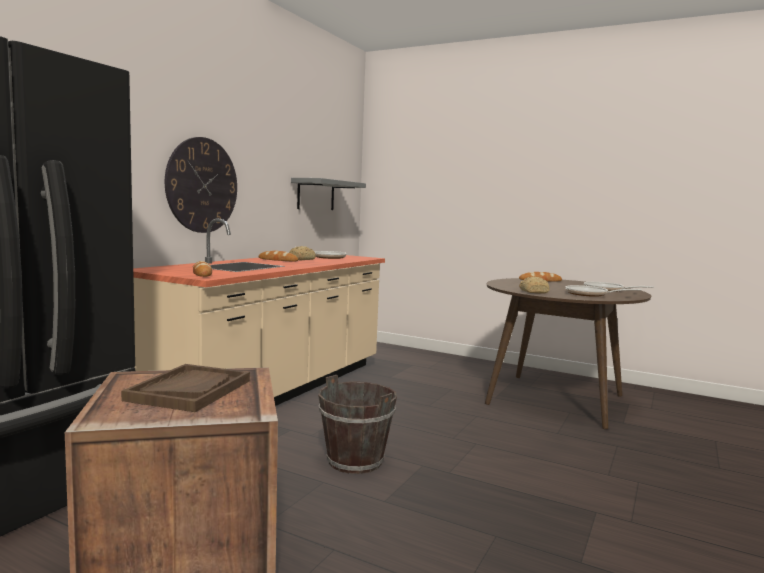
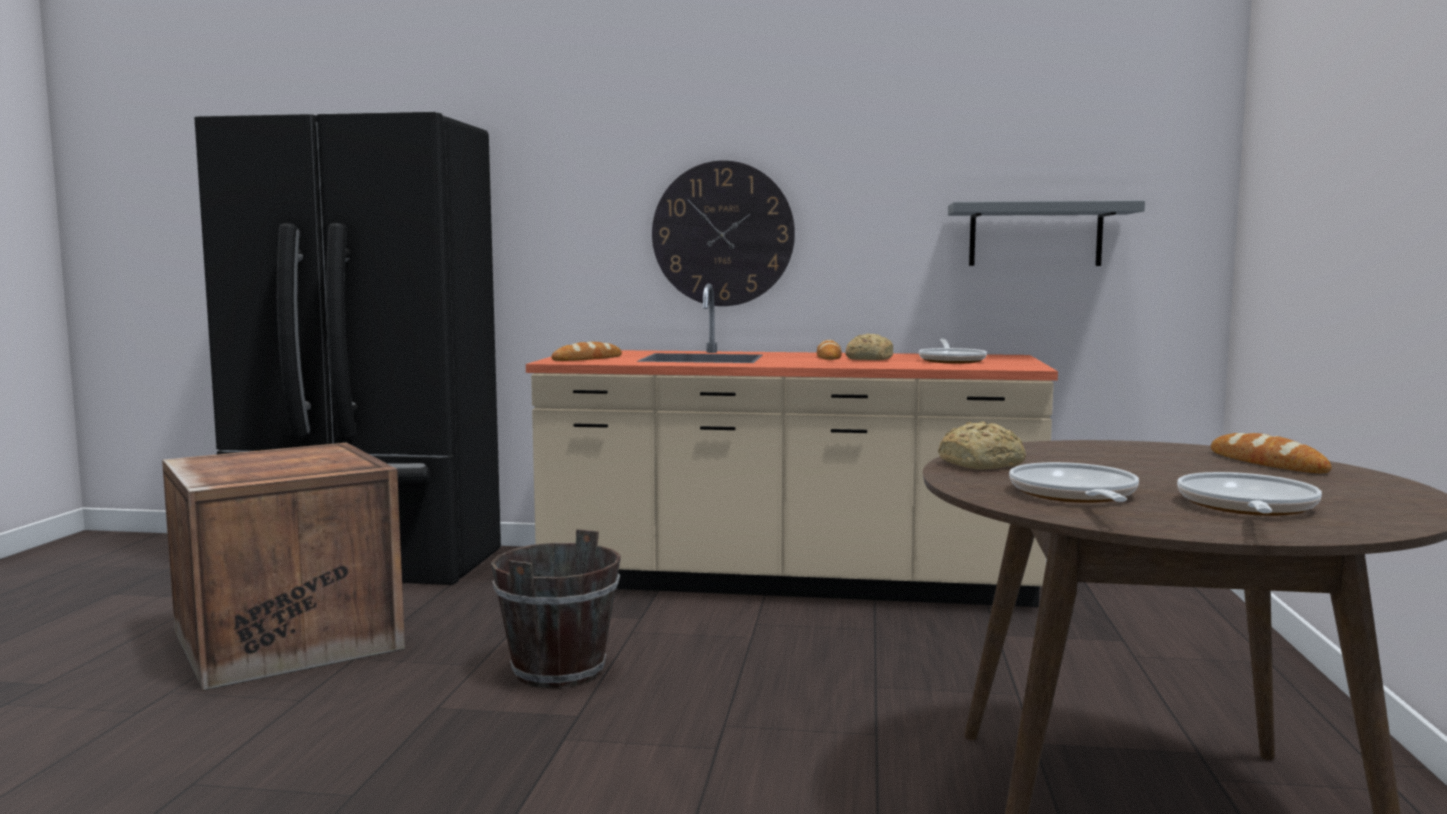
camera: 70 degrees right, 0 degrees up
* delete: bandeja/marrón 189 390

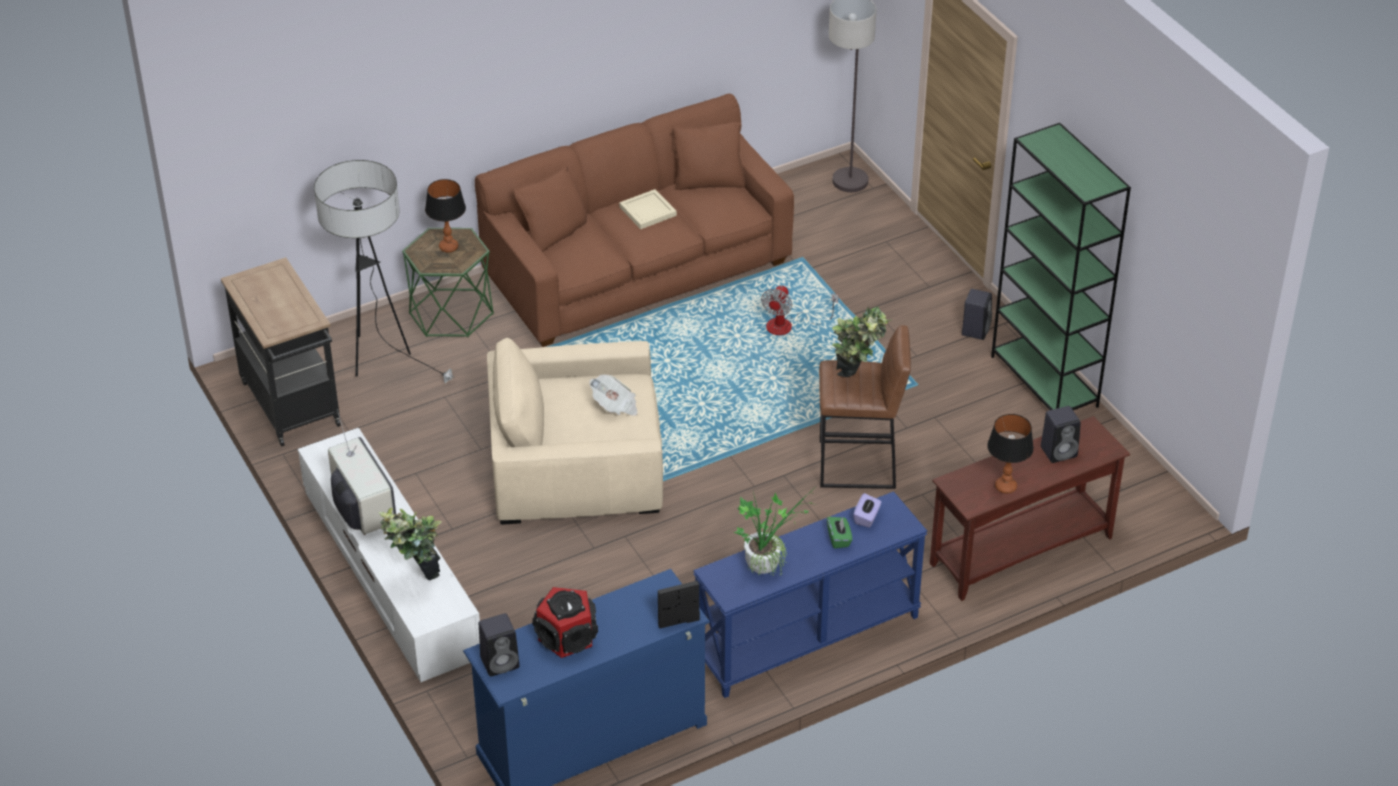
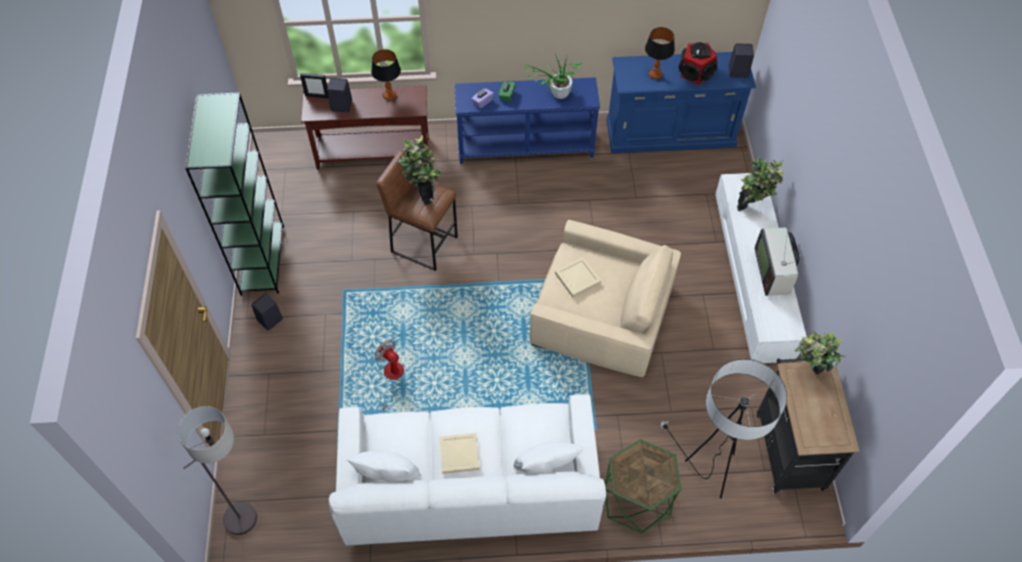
camera: 155 degrees left, 15 degrees up
* move: lámpara de mesa 448 247 to 655 75
* recolor: sofá/marrón 638 270 to sofá/blanco 469 485
* replace: periódico 615 406 to bandeja/beis 577 278
* move: portarretratos 678 622 to 317 95
* rotate: ventilador 788 325 = 392 378 90 degrees counterclockwise
* insert: planta en maceta 806 375

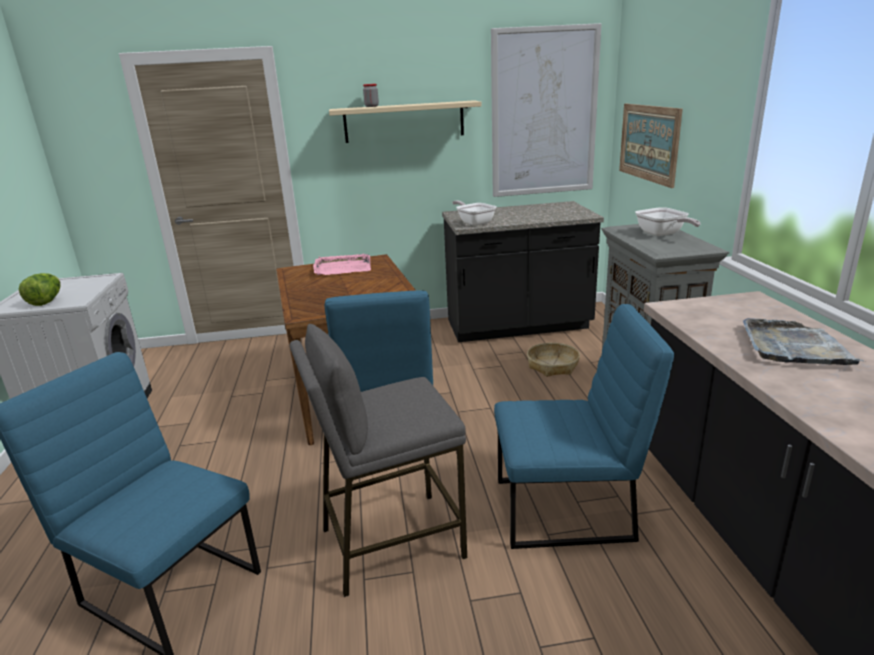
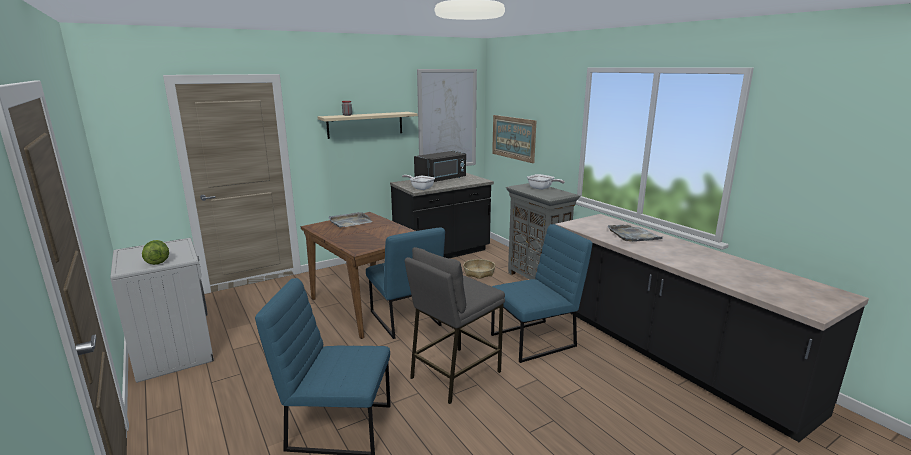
camera: 25 degrees left, 5 degrees down
* recolor: bandeja/rosa 342 268 to bandeja/gris 350 222
* insert: microondas/negro 442 179

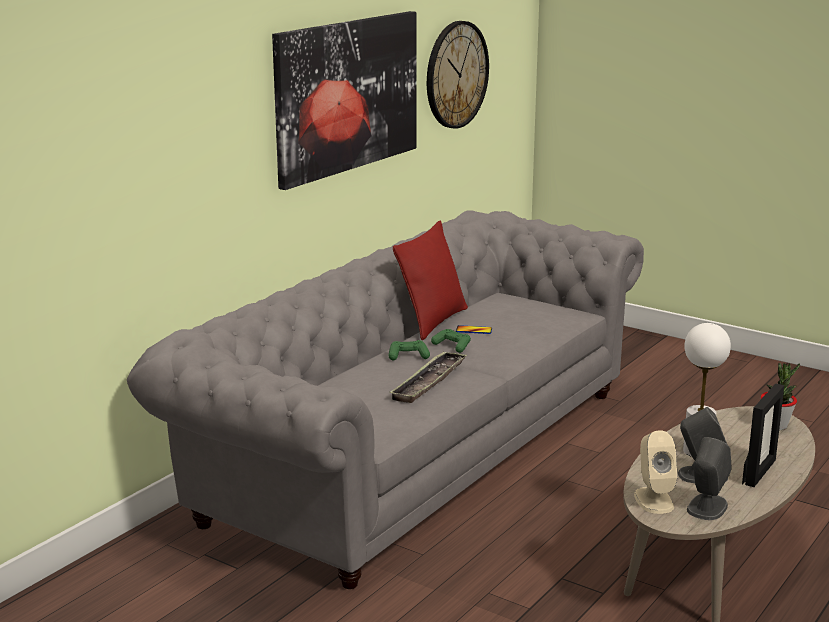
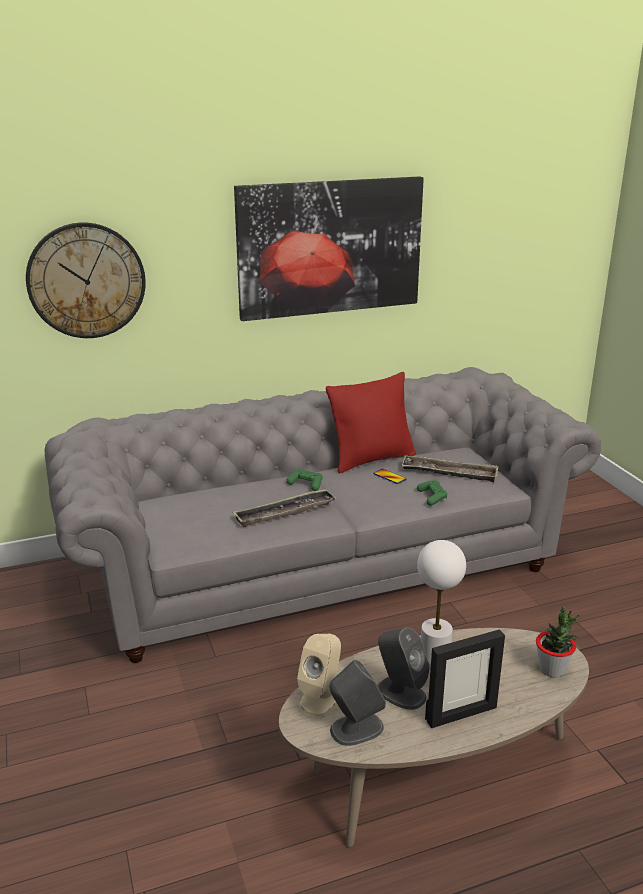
camera: 35 degrees right, 5 degrees up
* move: reloj de pared 456 74 to 86 281
* move: mando de consola/verde 452 346 to 432 497
* insert: bandeja 449 473

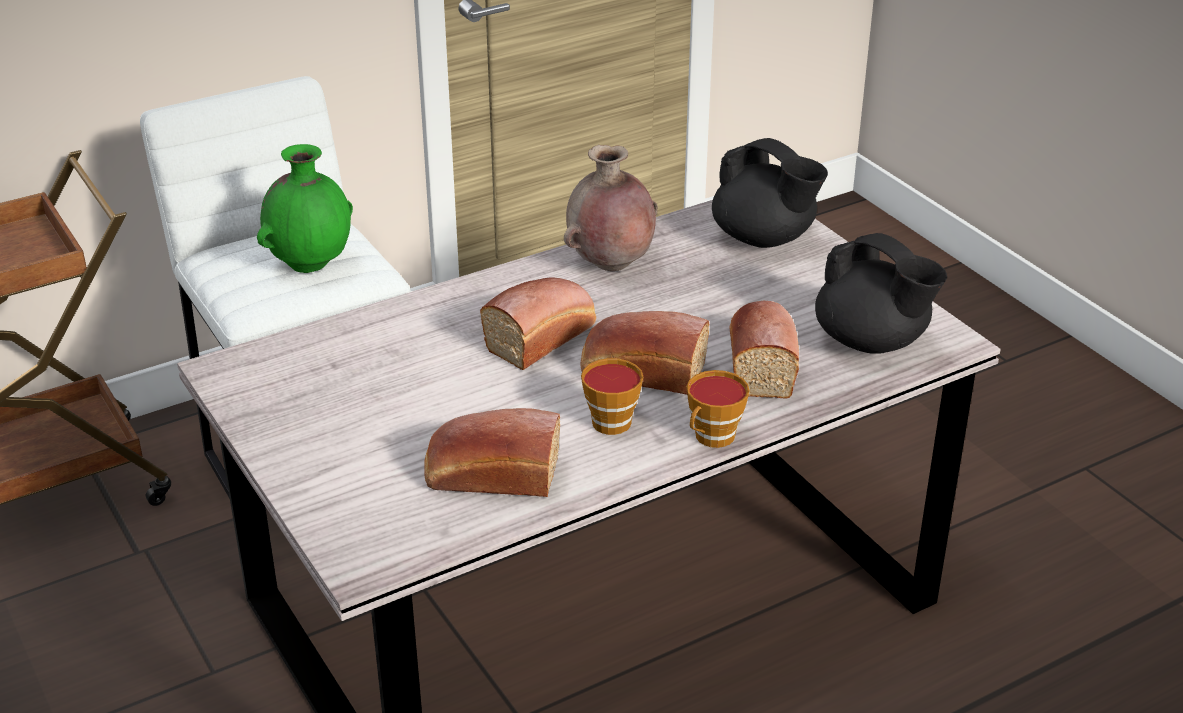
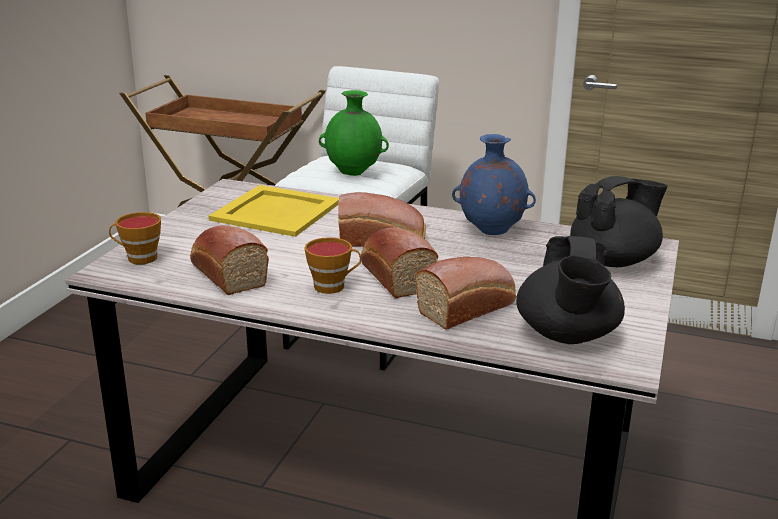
camera: 50 degrees right, 10 degrees down
* recolor: florero/marrón 610 264 to florero/azul 491 231
* move: taza 712 438 to 138 258
* rotate: tetera/negro 764 238 = 614 260 120 degrees counterclockwise
* insert: bandeja/amarillo 275 211

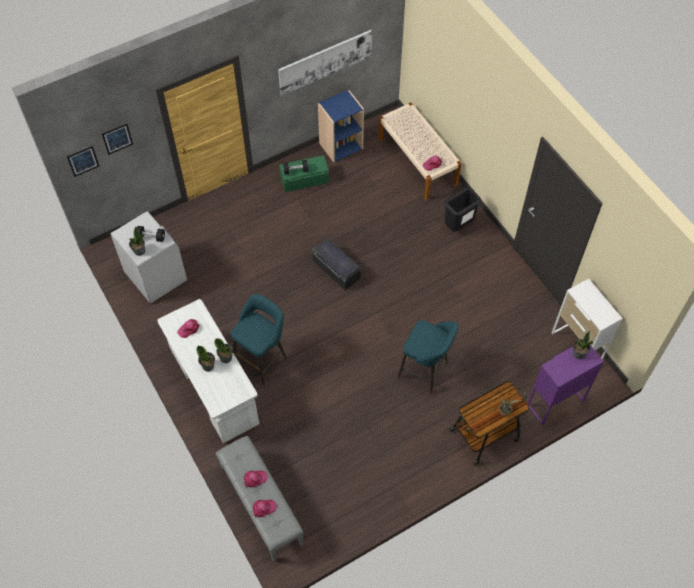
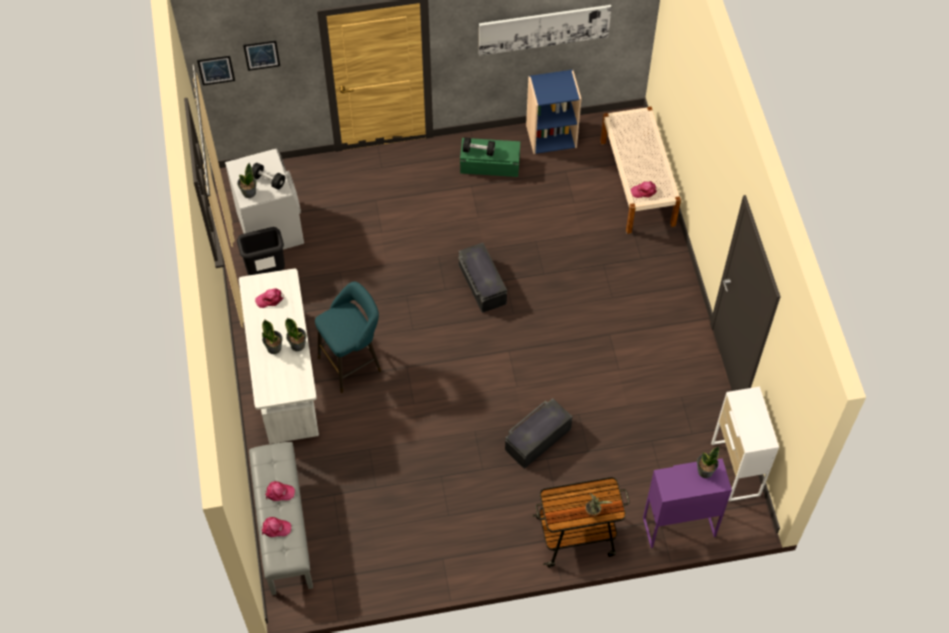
camera: 20 degrees right, 0 degrees up
* replace: taburete/turquesa 425 371 to caja de almacenaje/negro 537 439
* move: papelera/negro 458 226 to 266 272

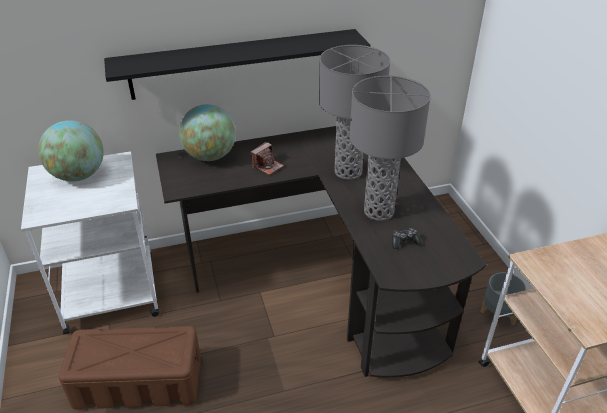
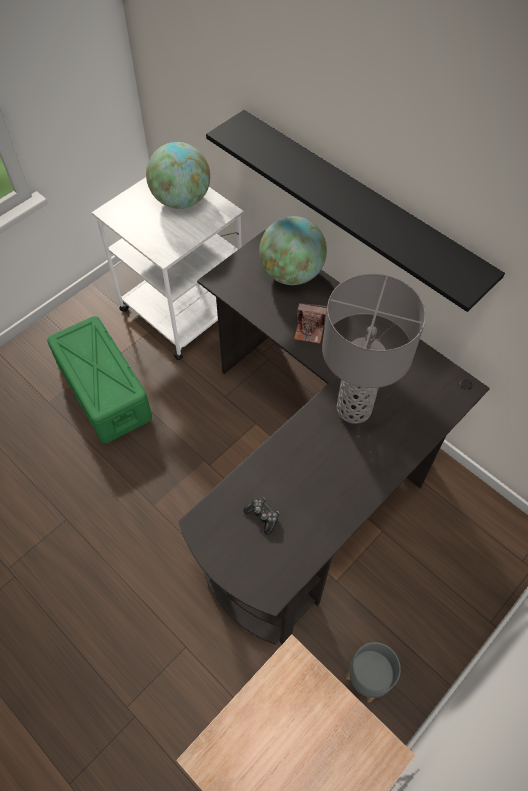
camera: 60 degrees right, 20 degrees up
* recolor: caja de almacenaje/marrón 137 382 to caja de almacenaje/verde 104 390
* delete: lámpara de mesa/gris 379 211

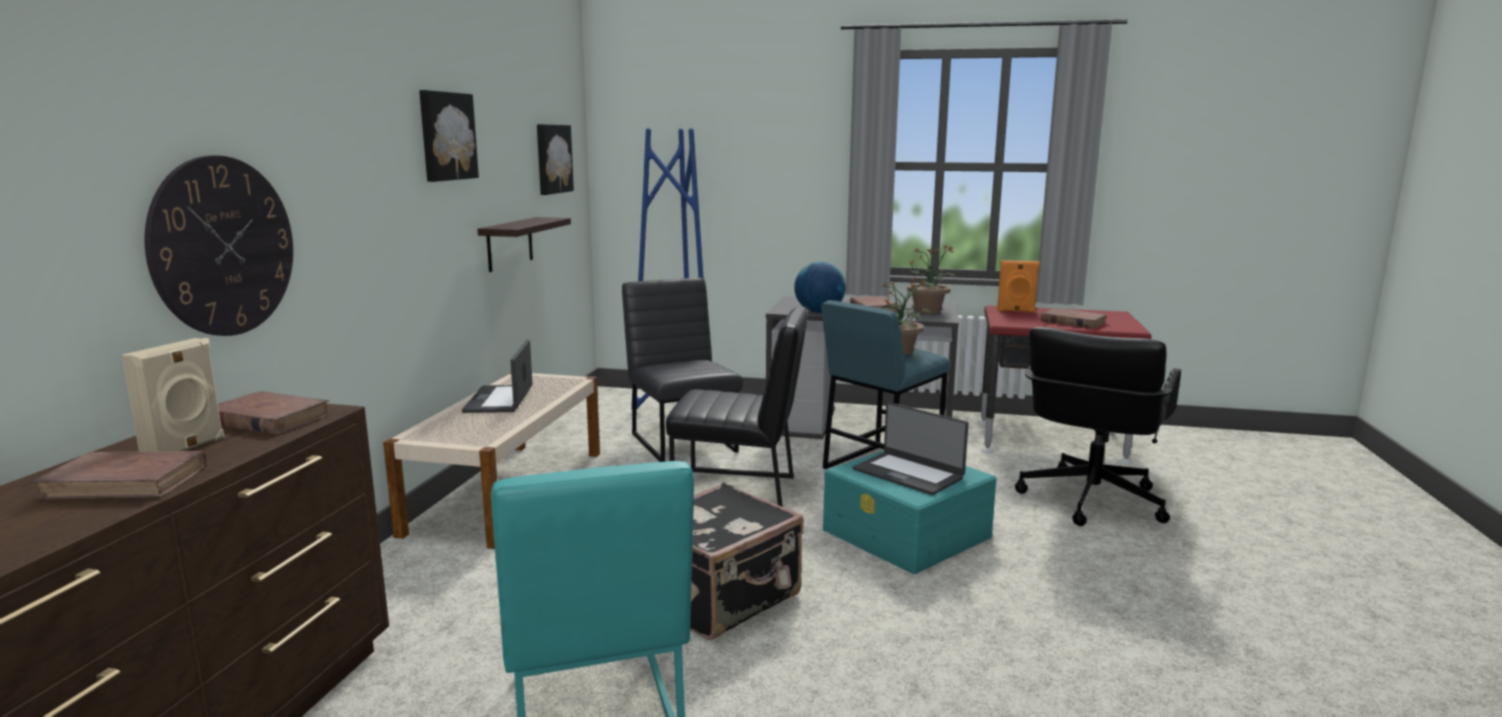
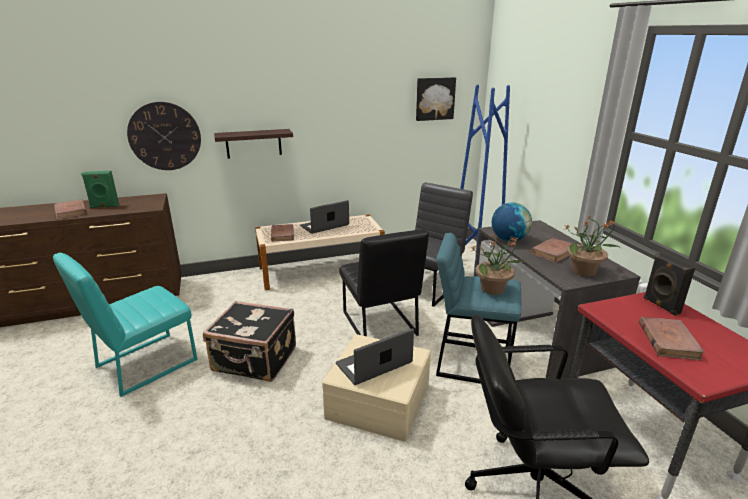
camera: 60 degrees right, 10 degrees up
* recolor: altavoz/beis 186 449 to altavoz/verde 104 206
* move: libro/marrón 268 419 to 282 234
* delete: cuadro 446 136
* move: estante 509 244 to 253 143
* recolor: caja de almacenaje/turquesa 907 534 to caja de almacenaje/beis 378 401
* rotate: portátil 908 473 = 374 364 45 degrees clockwise
* recolor: altavoz/naranja 1016 311 to altavoz/negro 660 306

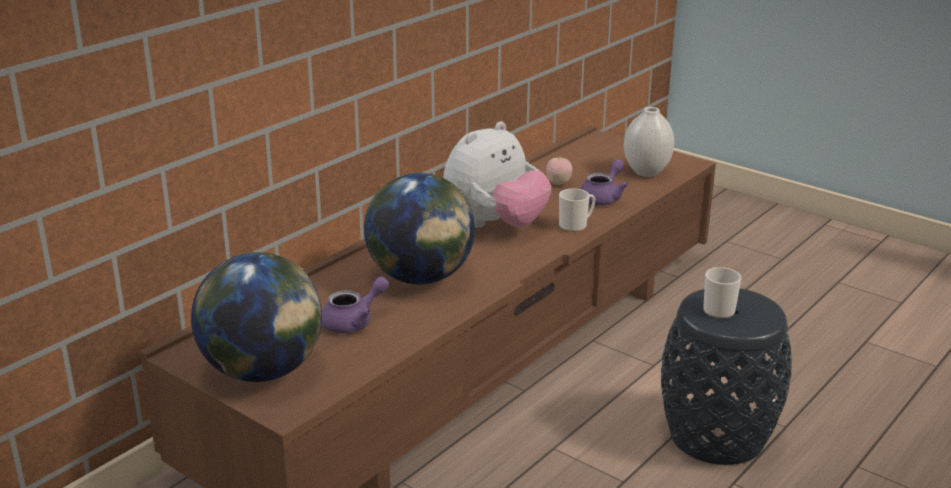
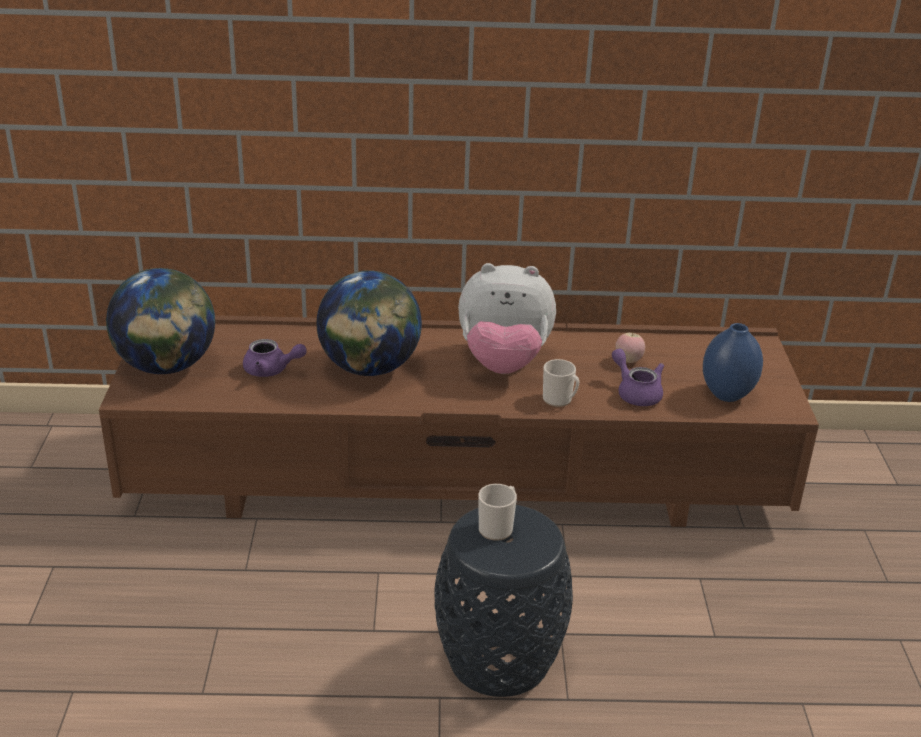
camera: 50 degrees right, 5 degrees up
* rotate: tetera/morado 603 198 = 636 393 120 degrees counterclockwise
* recolor: florero/blanco 645 173 to florero/azul 726 395

